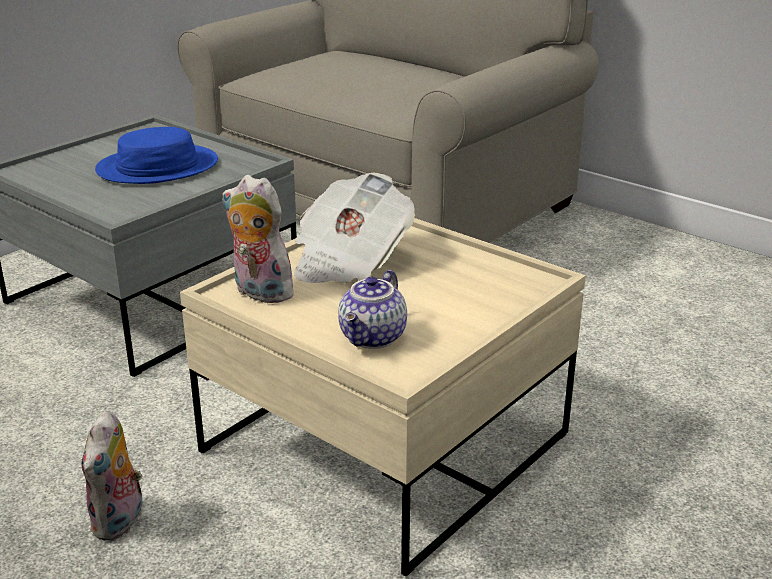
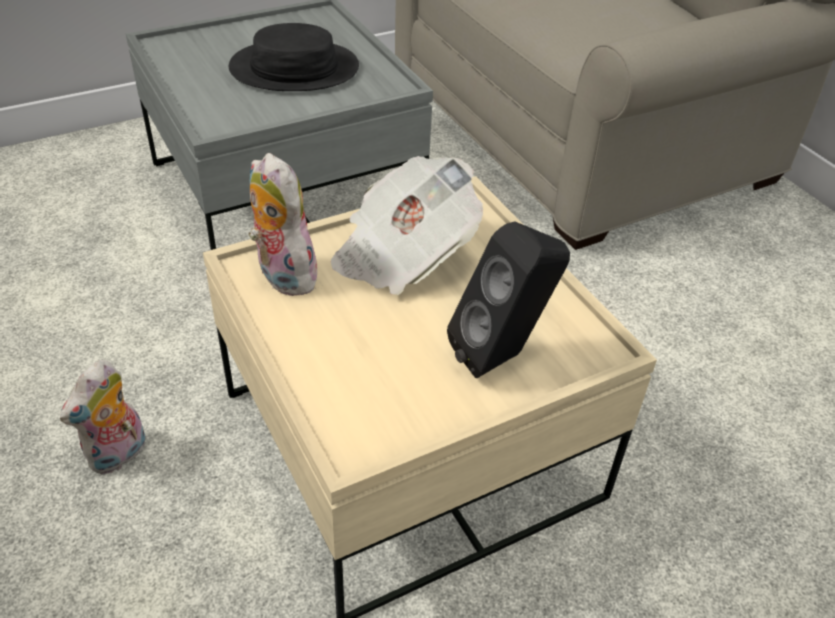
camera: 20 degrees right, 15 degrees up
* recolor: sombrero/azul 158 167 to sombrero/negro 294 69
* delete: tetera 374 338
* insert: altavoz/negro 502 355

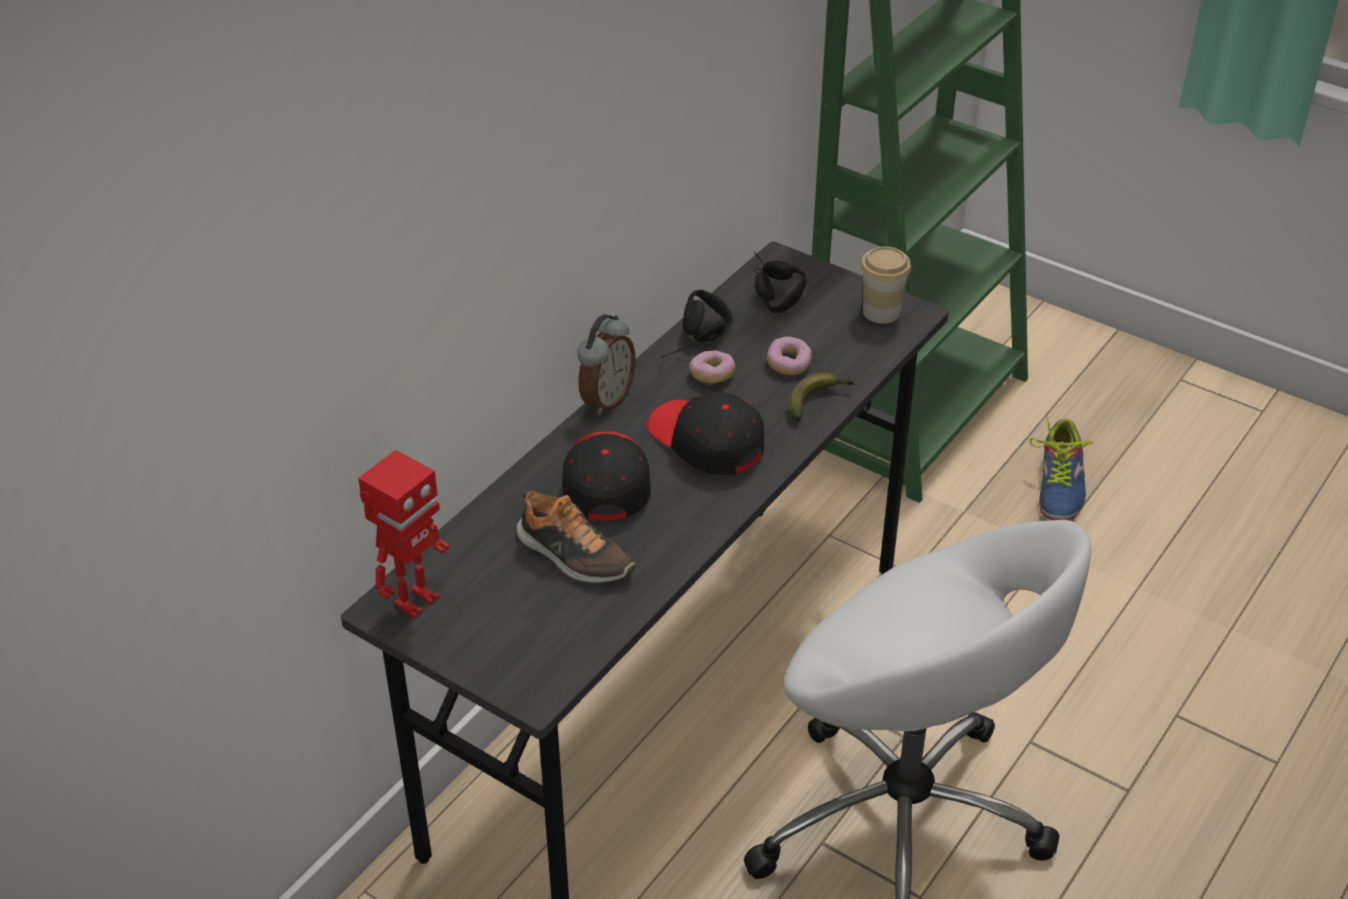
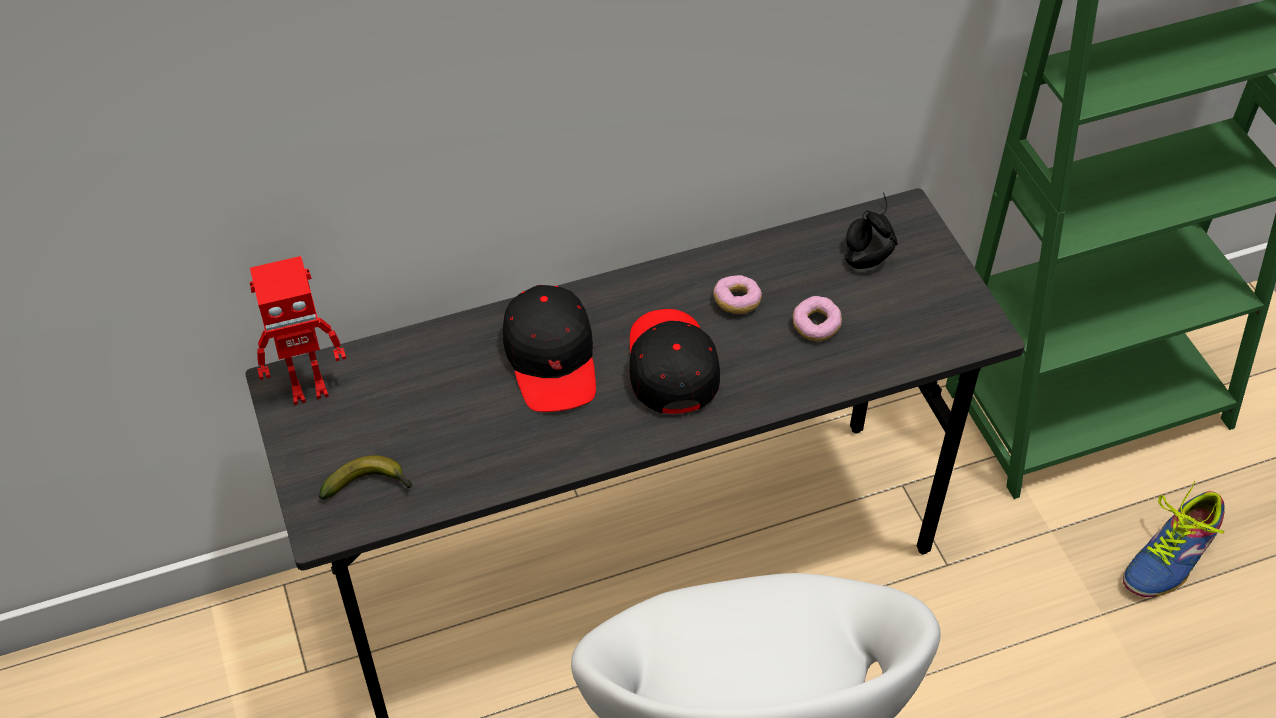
camera: 35 degrees right, 10 degrees up
* delete: zapato 573 556
* rotate: gorra/negro 605 481 = 552 359 135 degrees clockwise
* delete: despertador 606 399
* delete: auriculares/negro 699 343
* move: plátano 817 400 to 370 485
* delete: taza 881 312

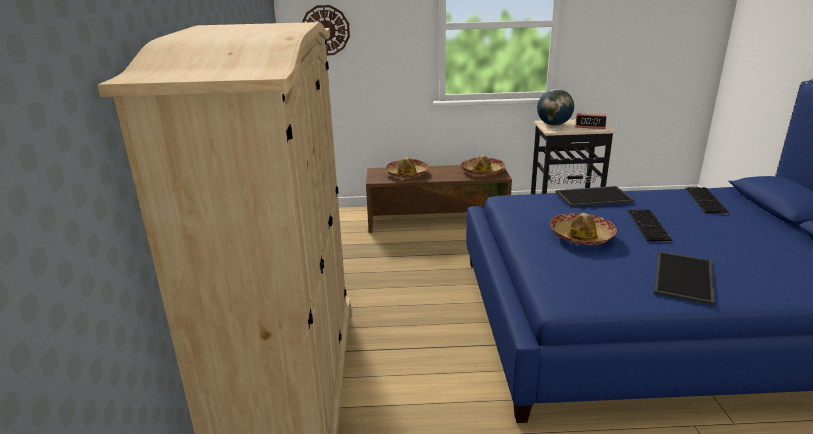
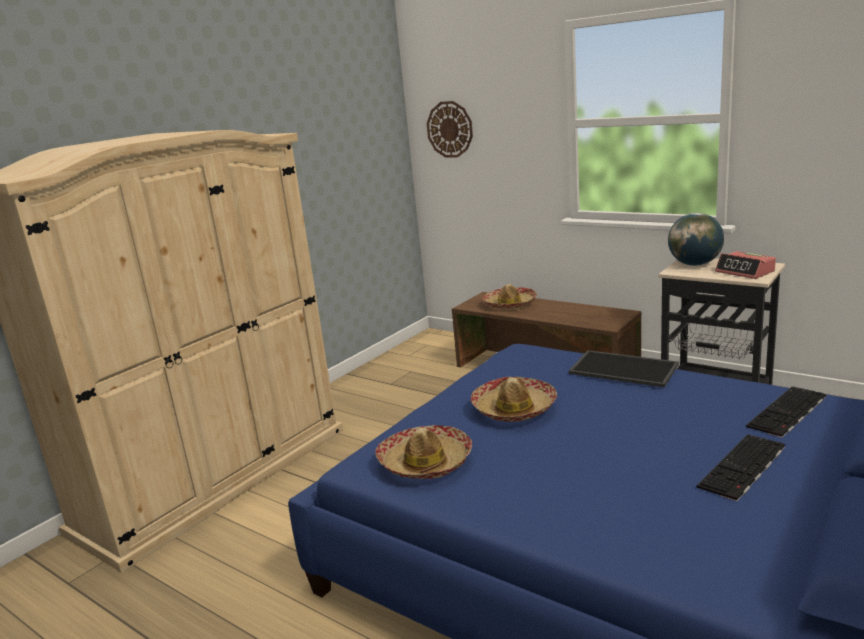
camera: 40 degrees right, 5 degrees down
* move: sombrero 482 171 to 425 462
* move: teclado 649 226 to 743 467
* delete: bandeja 685 278

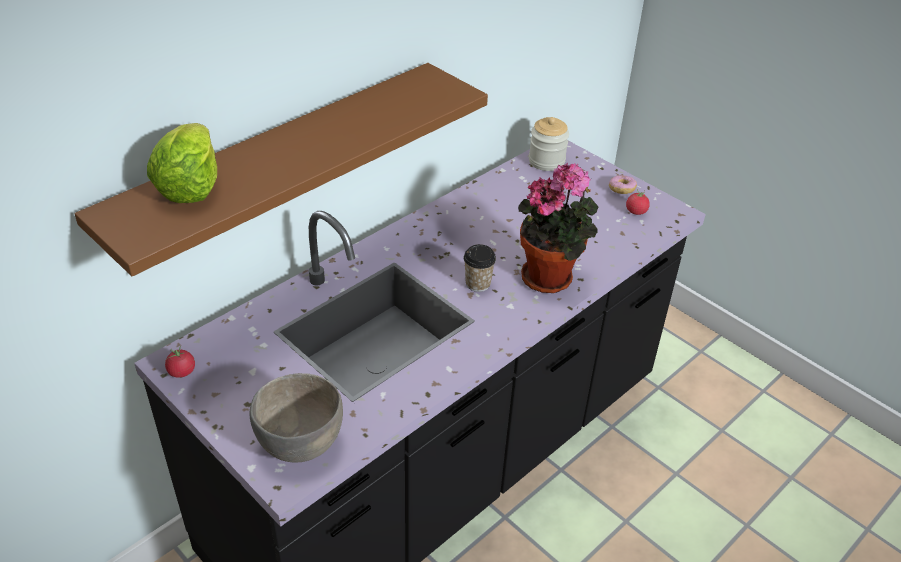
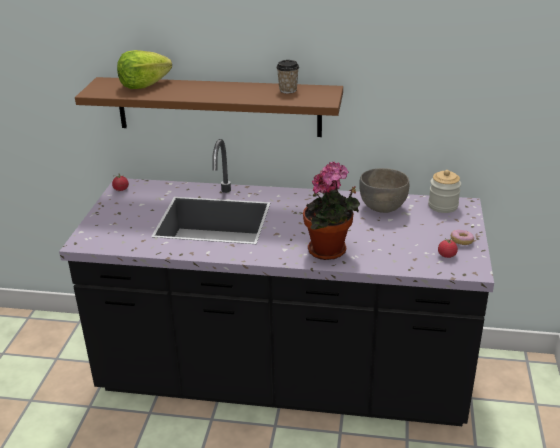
camera: 55 degrees right, 10 degrees down
* move: cuenco/gris 301 443 to 383 208
* move: taza 478 284 to 288 90

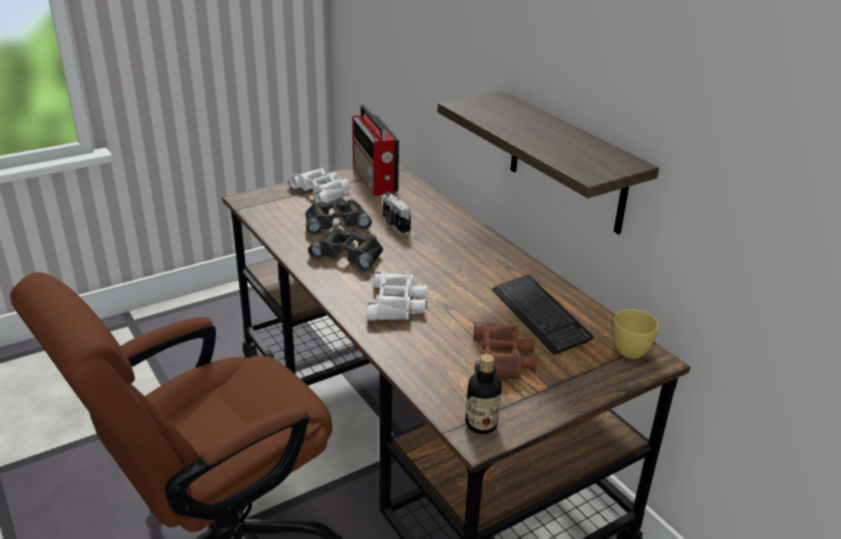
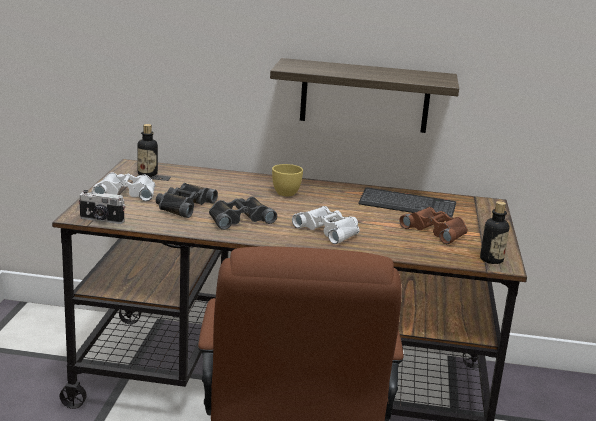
camera: 50 degrees left, 10 degrees down
* replace: radio 374 180 to botella 147 174
* move: cámara 395 225 to 101 220
* move: taza/amarillo 632 348 to 285 192

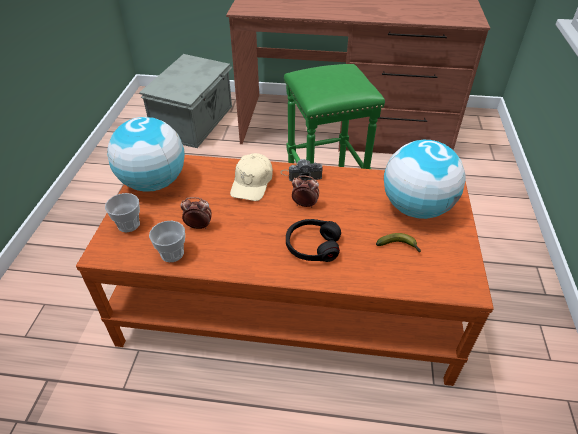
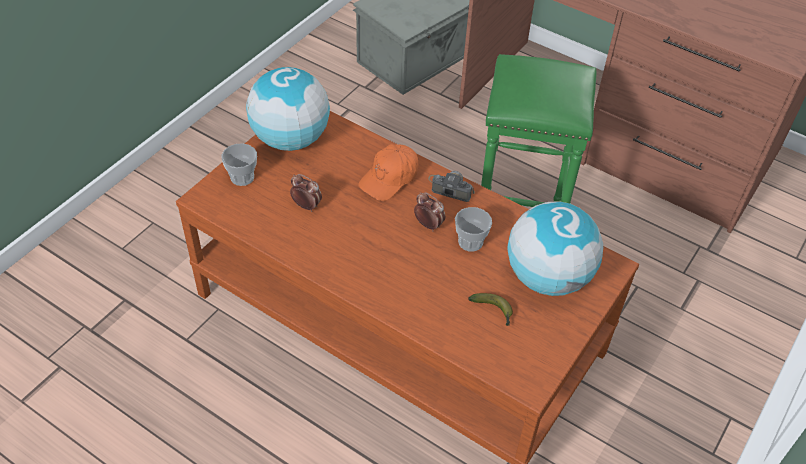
camera: 25 degrees right, 5 degrees up
* move: taza 172 253 to 470 242
* recolor: gorra/beis 252 183 to gorra/naranja 390 178
* delete: auriculares/negro 312 246

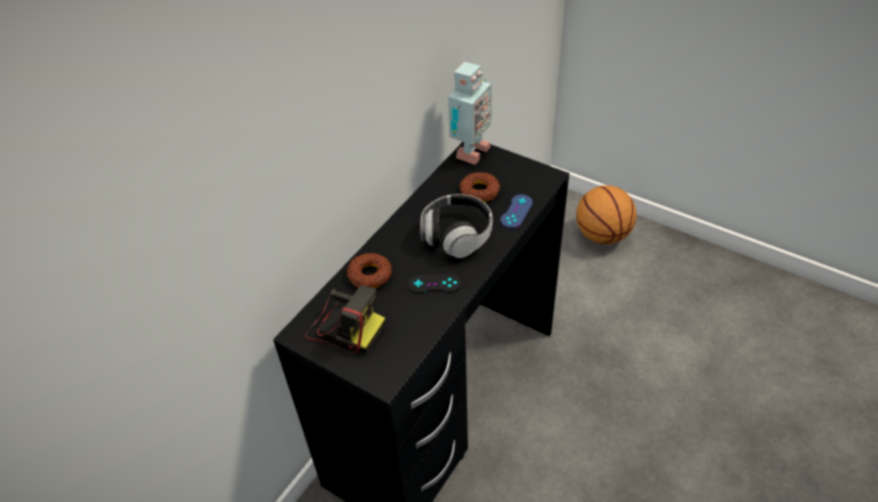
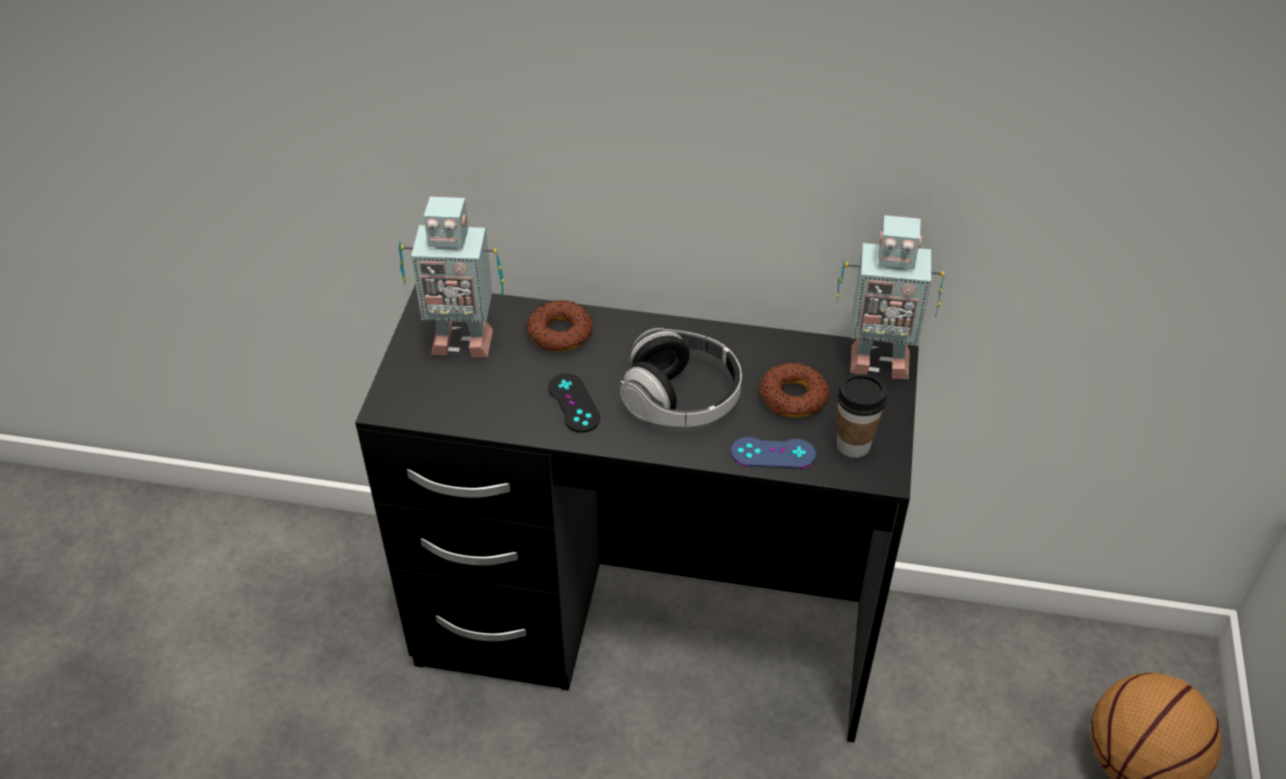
camera: 65 degrees right, 0 degrees up
* replace: cámara 344 326 to robot de juguete 460 339
* insert: taza 853 445

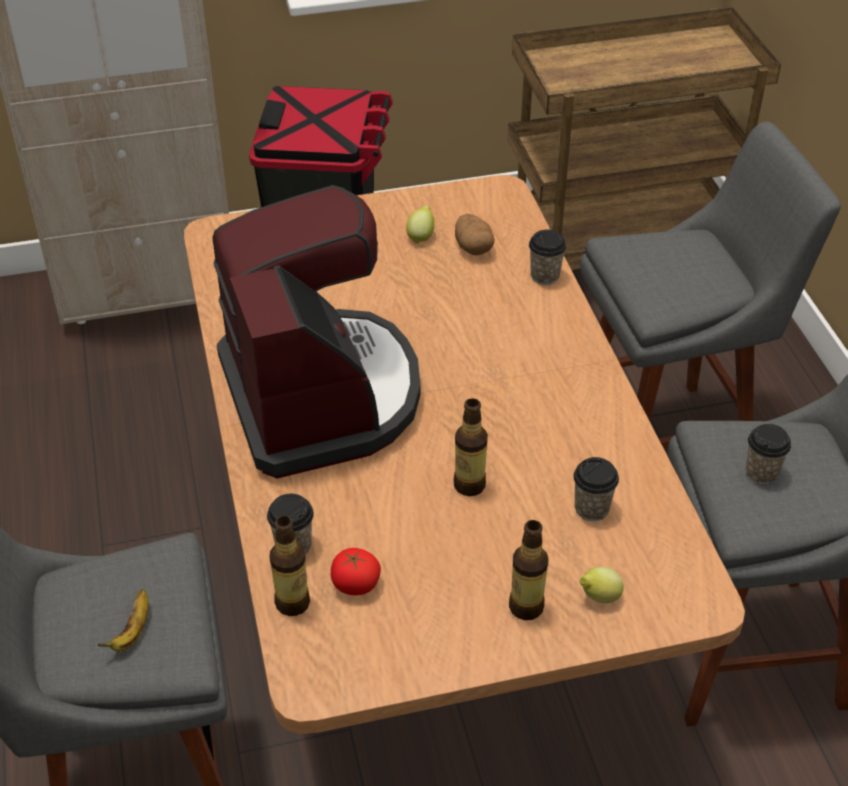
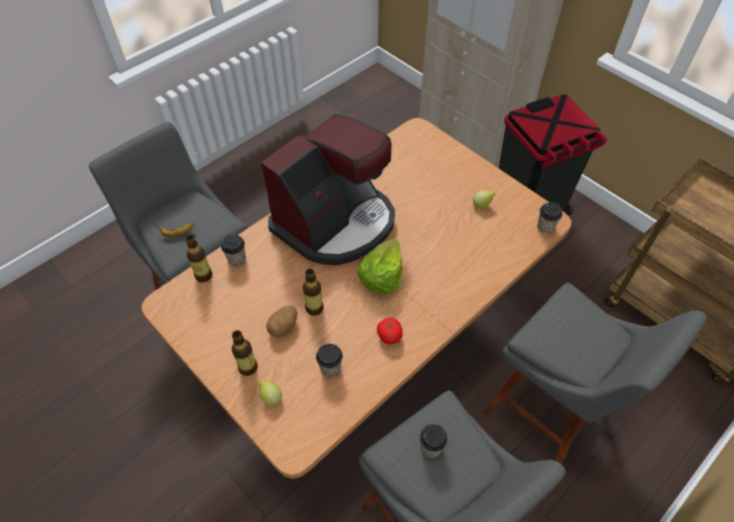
camera: 60 degrees right, 10 degrees up
* move: tomate 356 584 to 389 336
* move: patata 473 247 to 283 326
* move: taza 545 276 to 545 227
* insert: lechuga 381 276

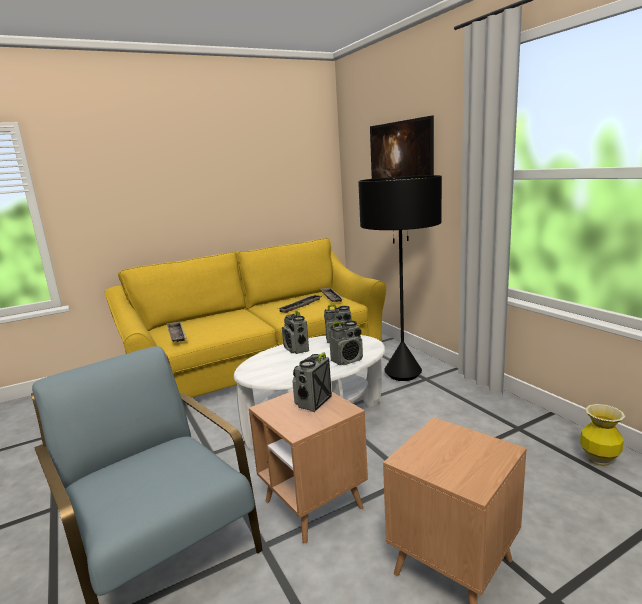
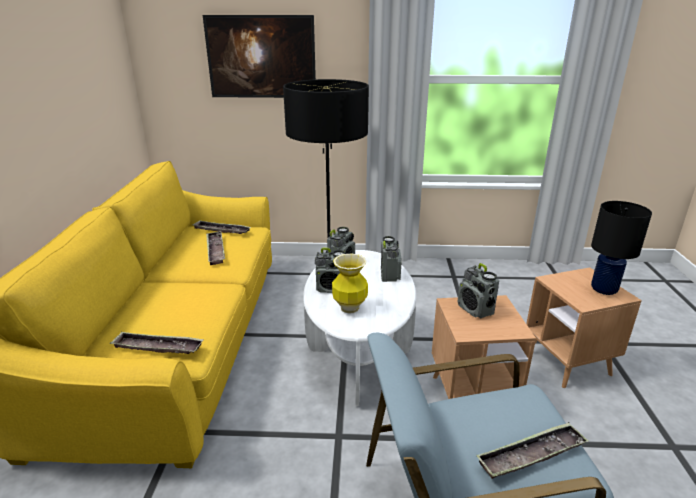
camera: 60 degrees left, 10 degrees up
* move: florero 598 460 to 349 308
* insert: bandeja 531 455
* insert: lámpara de mesa/negro 604 291

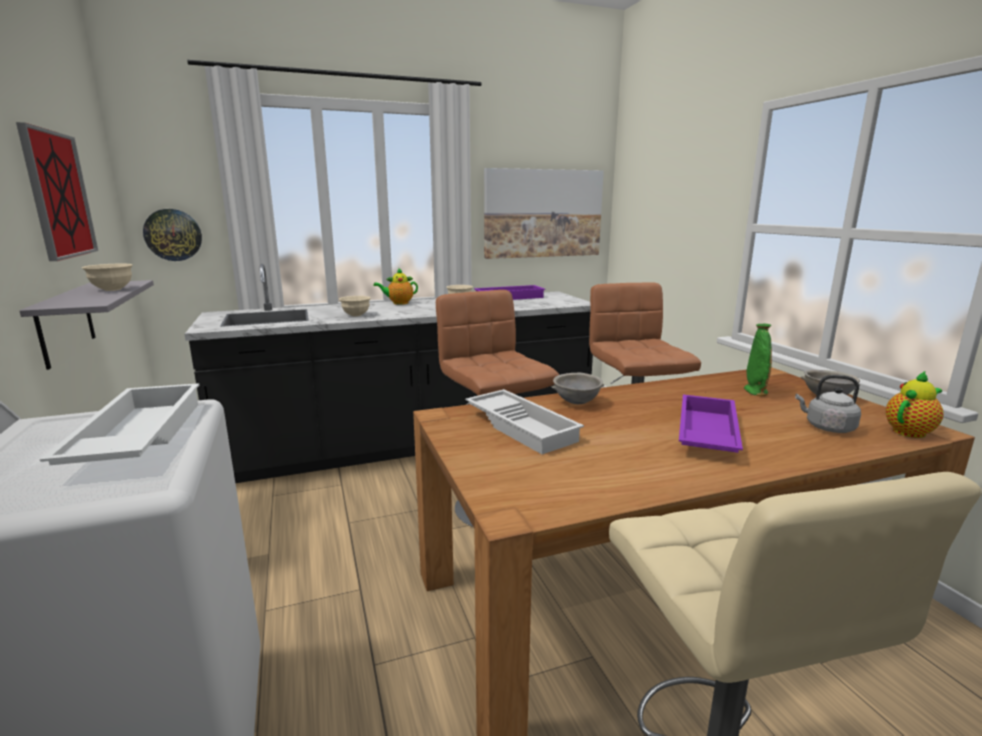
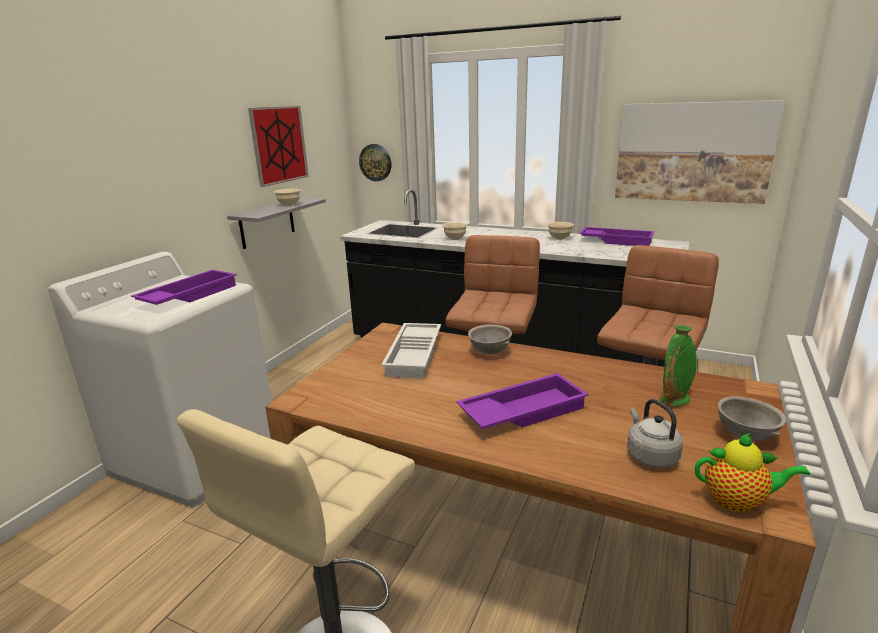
camera: 45 degrees right, 5 degrees up
* recolor: bandeja/blanco 135 437 to bandeja/morado 189 295
* delete: tetera 398 303

